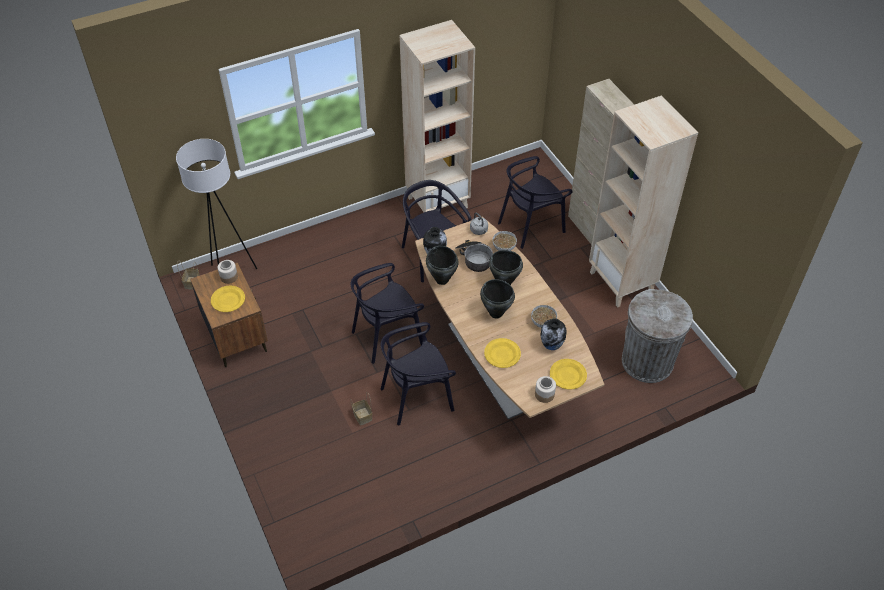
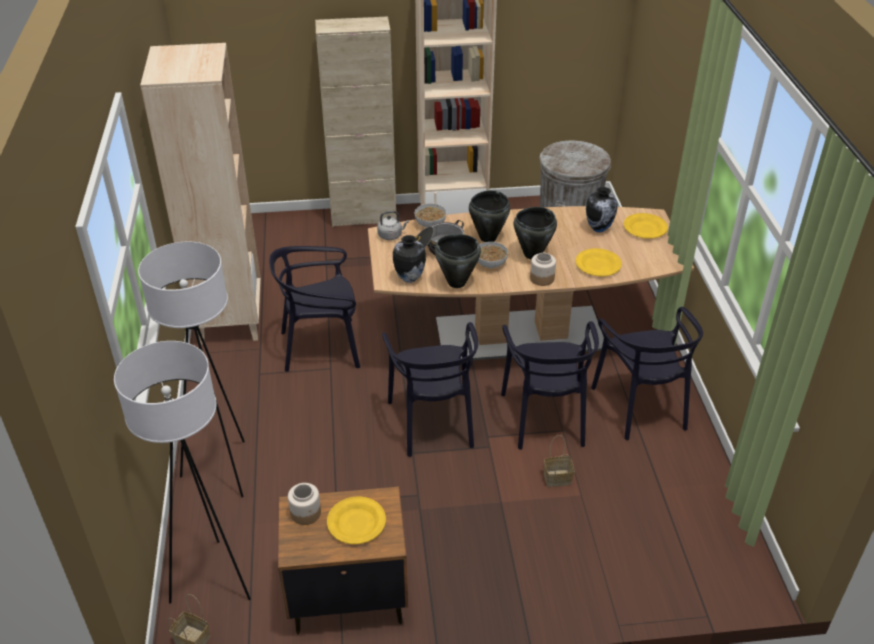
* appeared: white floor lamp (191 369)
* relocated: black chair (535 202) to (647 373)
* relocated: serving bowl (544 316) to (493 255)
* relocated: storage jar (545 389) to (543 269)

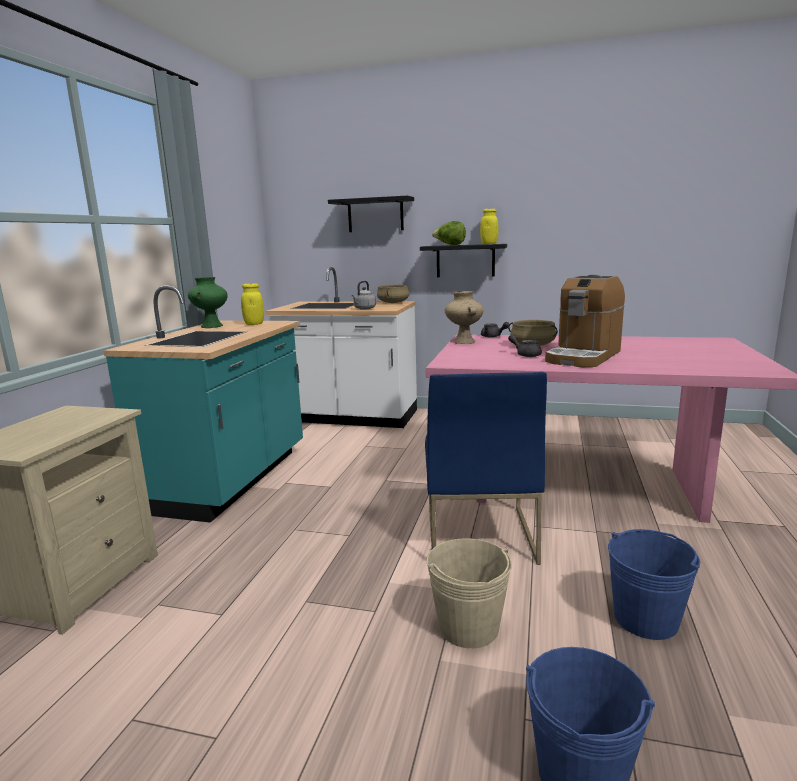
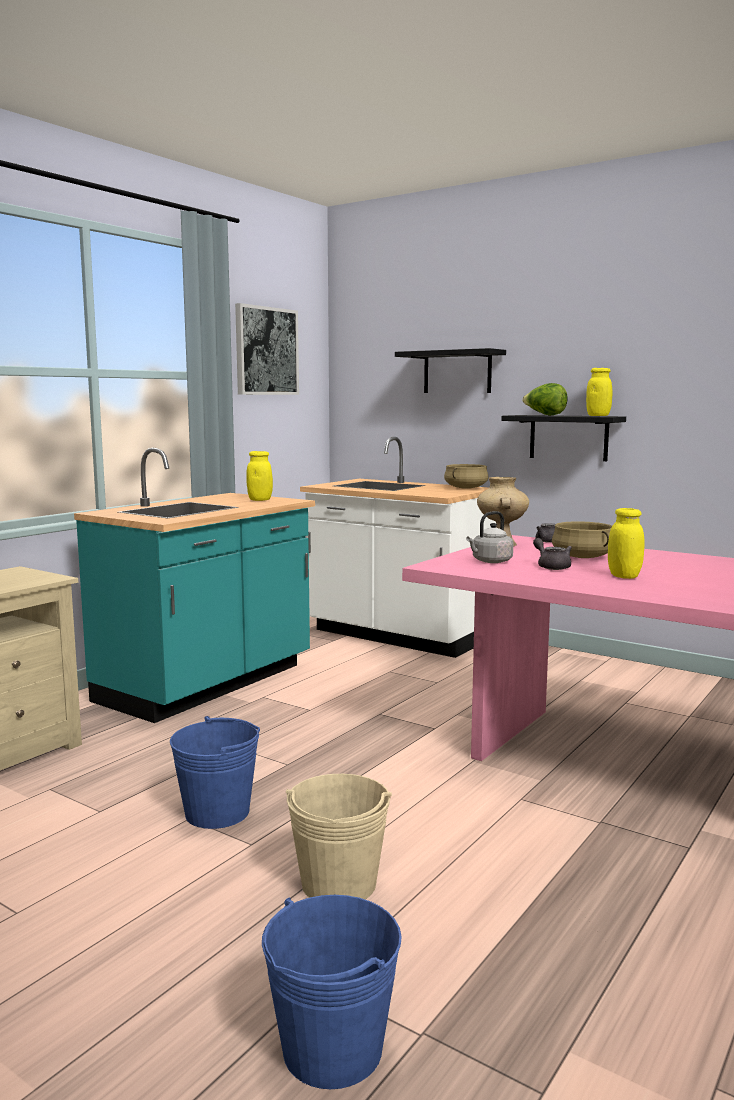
* missing: green-coloured flower vase (208 302)
* missing: bluish chair (486 468)
* appeared: picture (267 349)
* relocated: greyish tea kettle (363 295) to (489 537)
* relocated: bluish bucket (654 584) to (215 772)
* exchanged: coffee brewer (585 320) to yellowish storage jar (626 543)

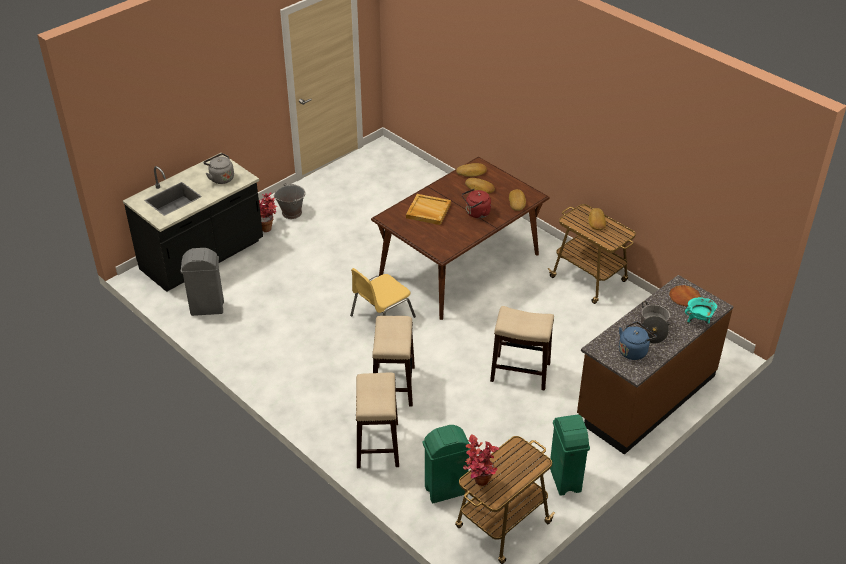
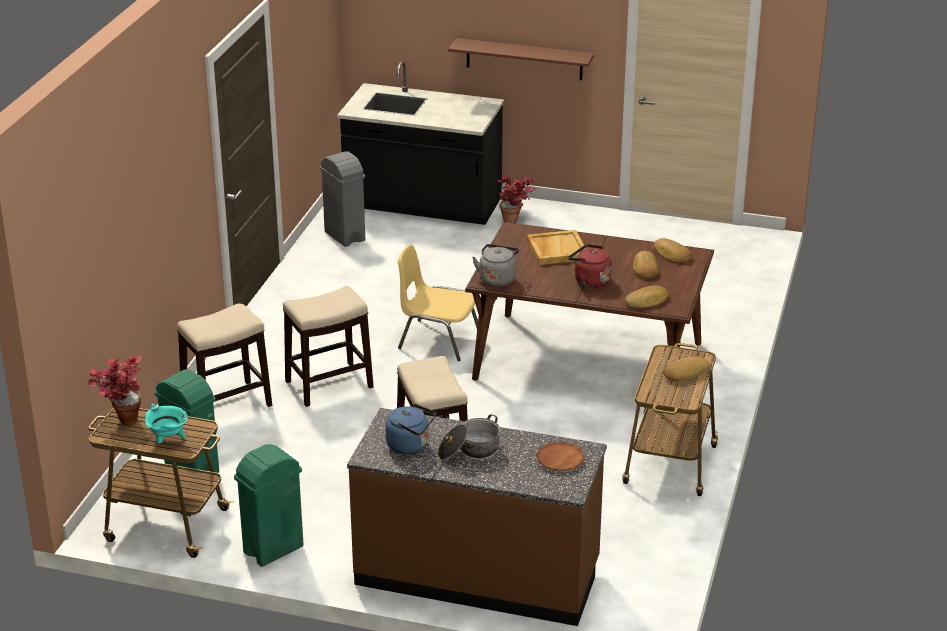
* missing: greyish bucket (290 201)
* appeared: brown-coloured wall shelf (521 59)
* relocated: greyish tea kettle (218 168) to (495 265)
* relocated: turquoise saucepot (701 310) to (166 423)

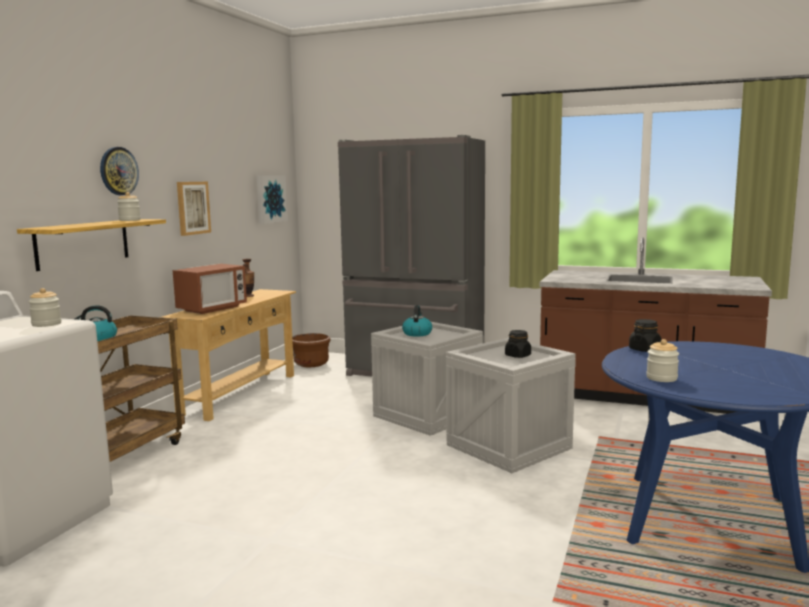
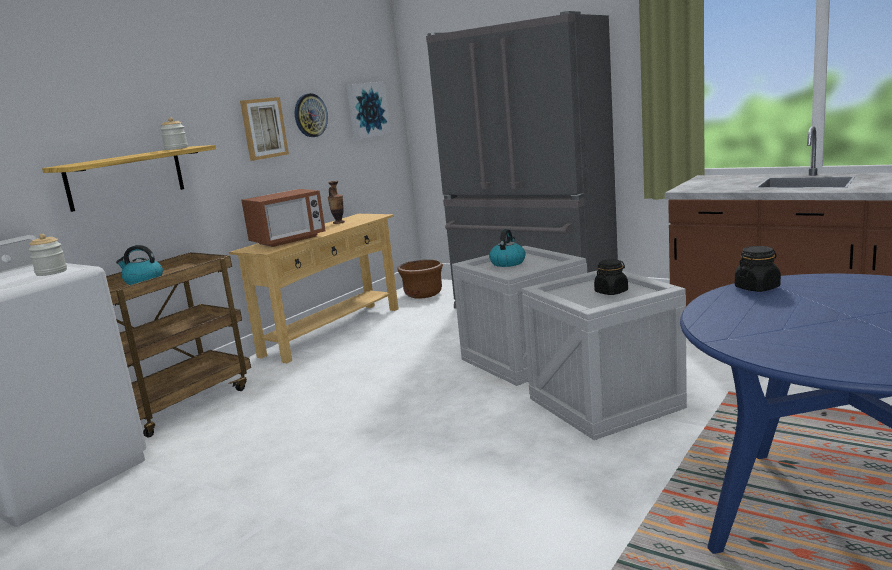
* missing: storage jar (662 360)
* relocated: wall clock (119 171) to (311 115)

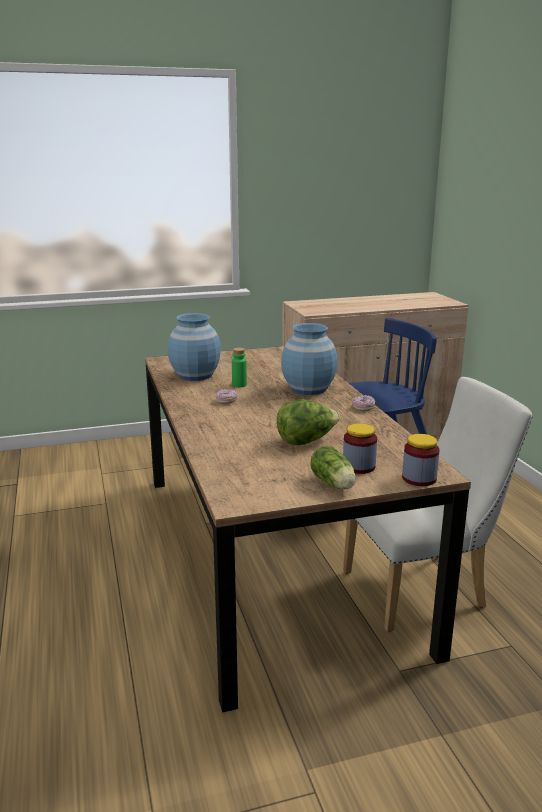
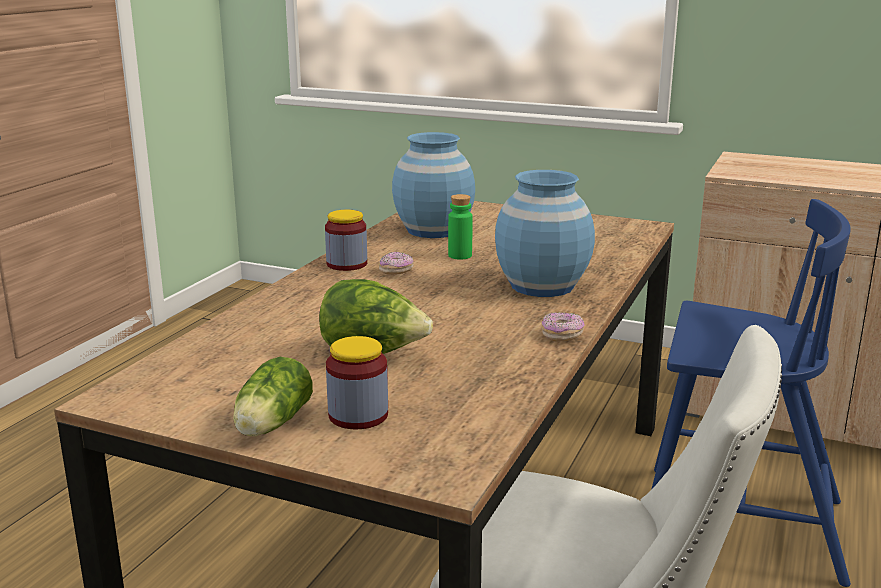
* relocated: storage jar (420 460) to (346 240)

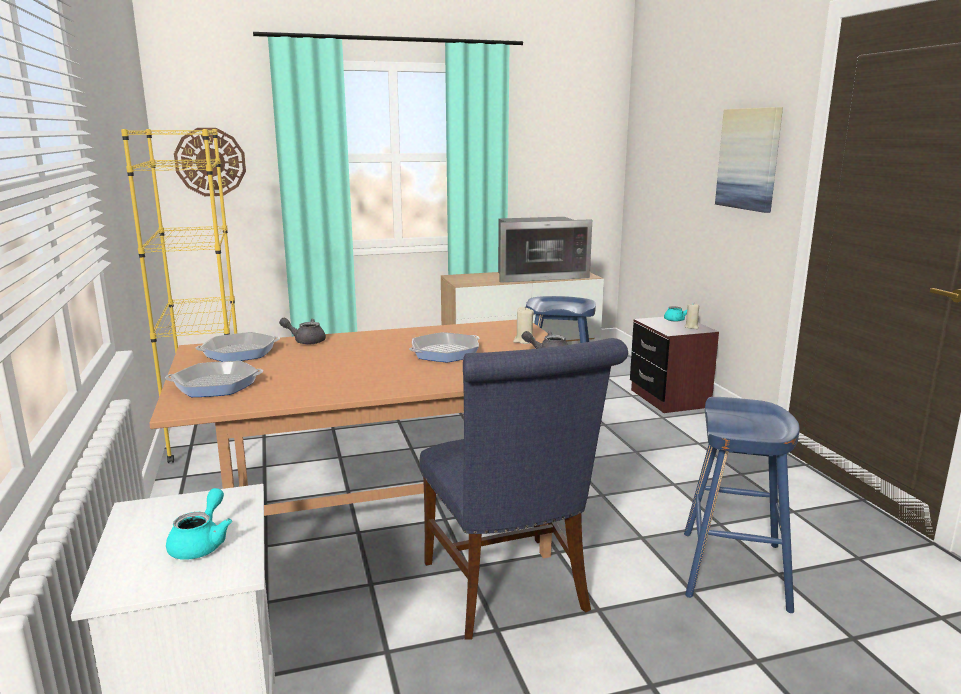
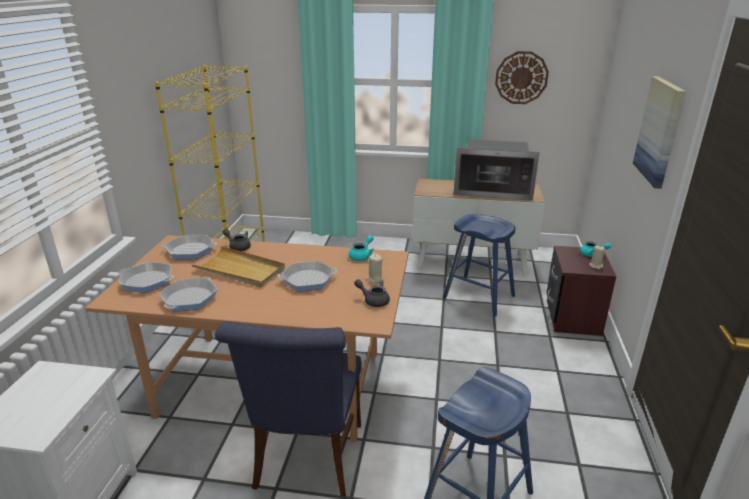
* appeared: pan (188 294)
* appeared: beige carrying tray (238 266)
* relocated: turquoise tea pot (199 524) to (361 248)
* relocated: wall clock (210 162) to (522 77)

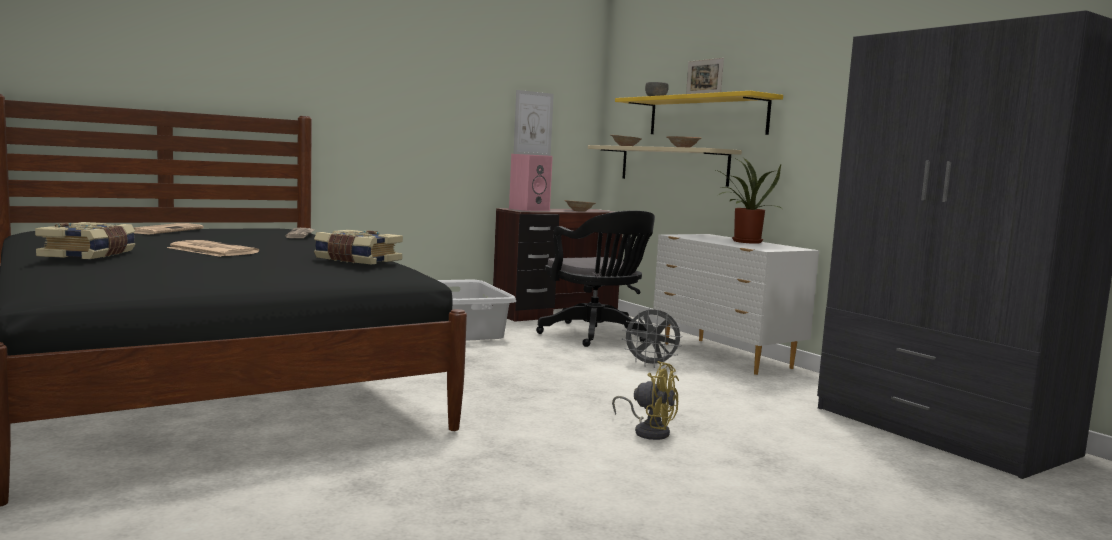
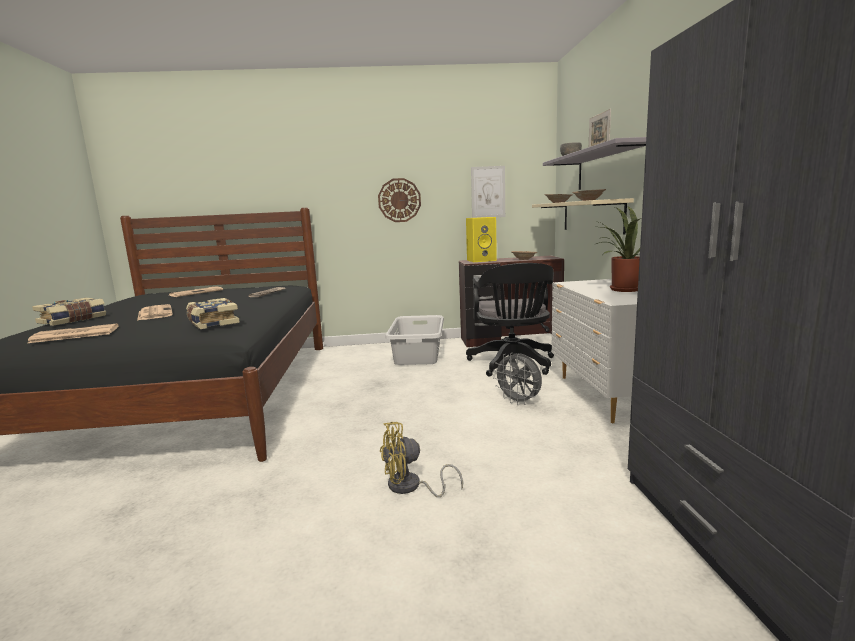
* appeared: printed paper (73 333)
* appeared: wall clock (399 200)
* colour: pink-coloured speaker (531 182) to yellowish speaker (481 239)
* colour: yellowish wall shelf (699 113) to greyish wall shelf (594 163)
* spun: yellowish electric fan (645 400) = (421 459) 105 degrees clockwise

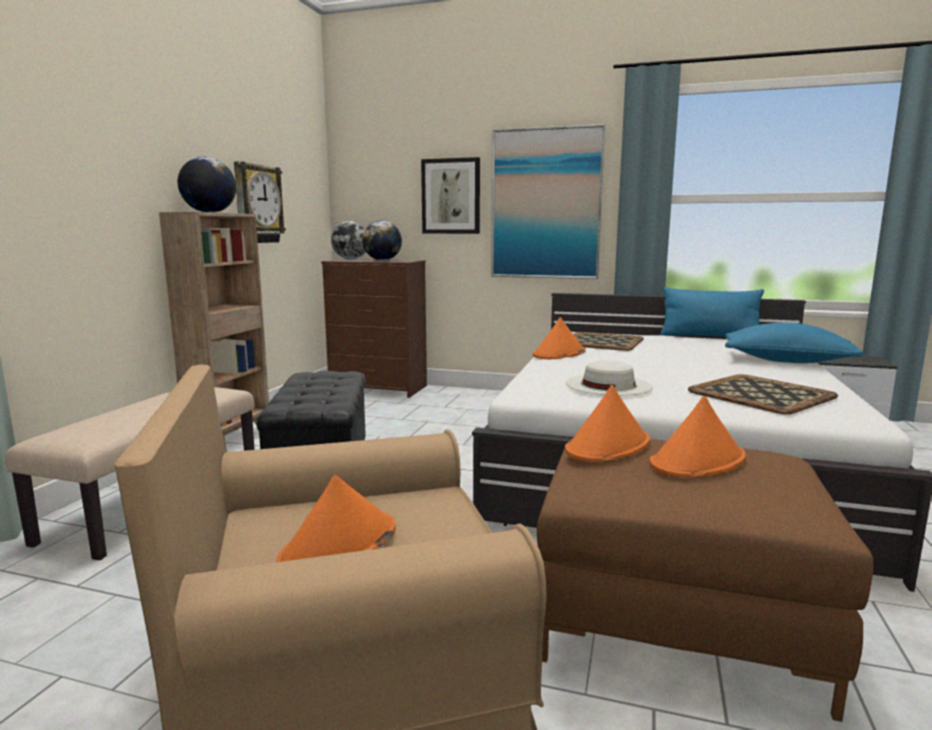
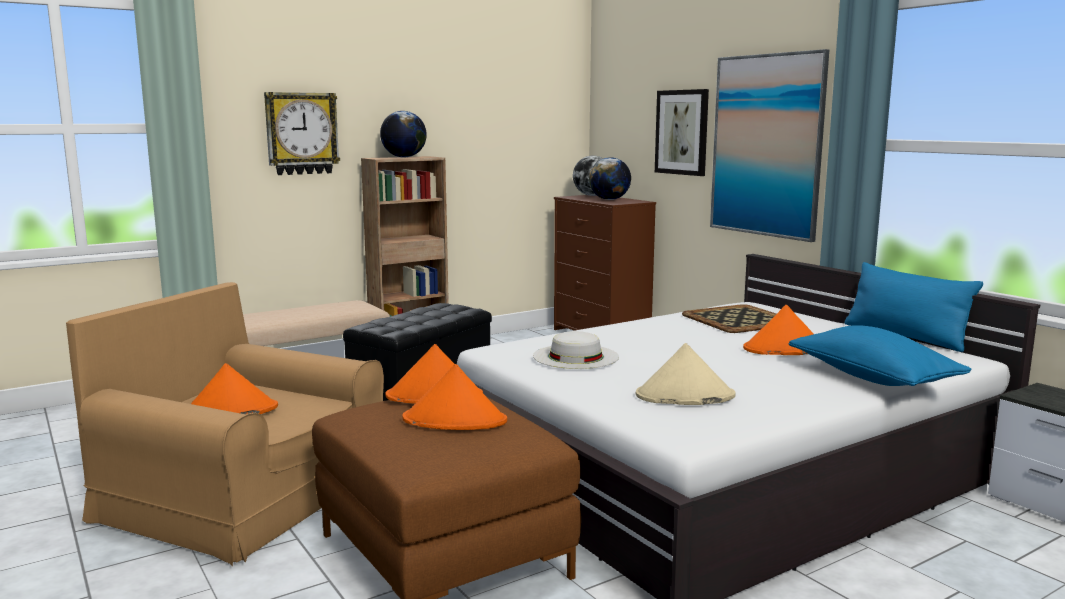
* relocated: wall clock (260 202) to (302 133)
* relocated: orange wearable hat (559 338) to (778 330)
* exchanged: carrying tray (763 394) to beige wearable hat (686 374)

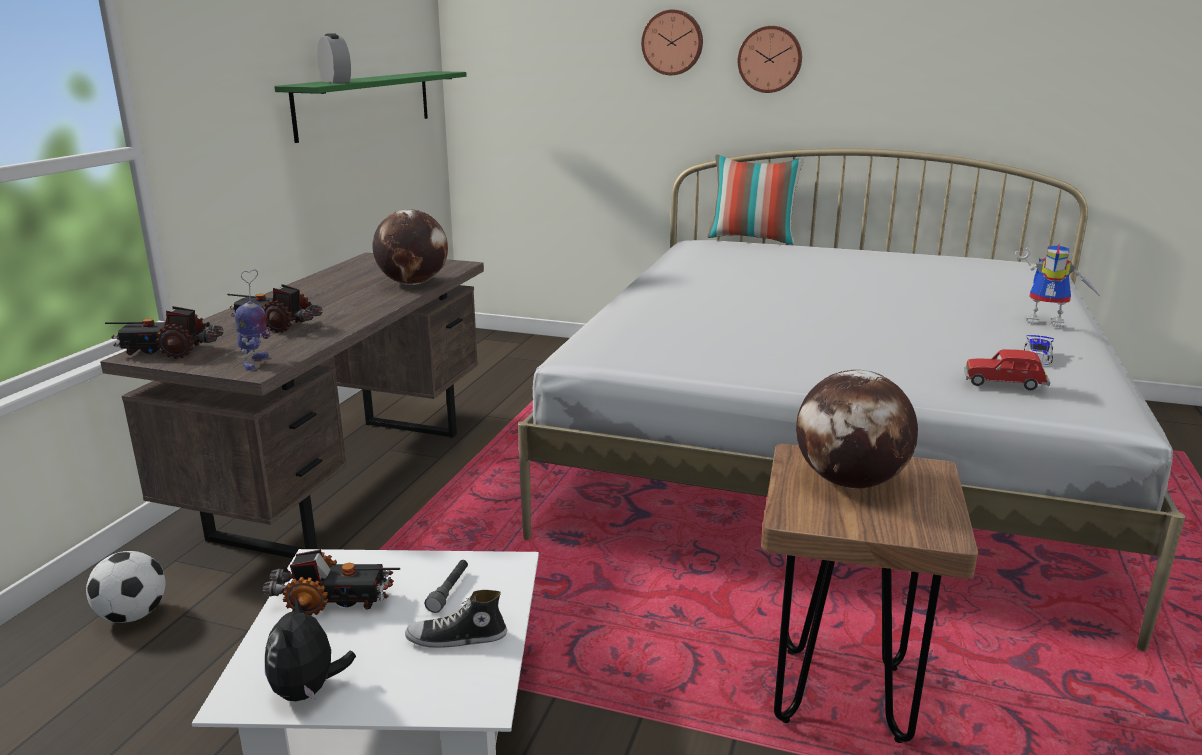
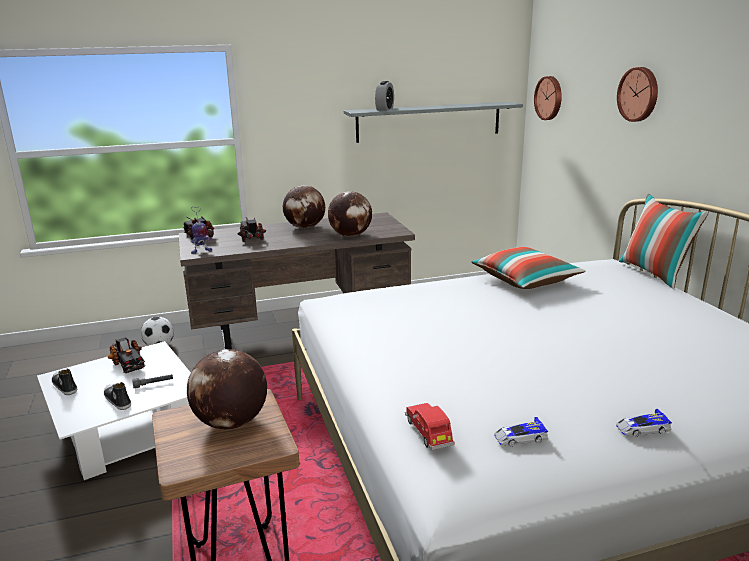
* appeared: globe (304 207)
* appeared: pillow (528 268)
* relocated: wall clock (770 59) to (548 98)
* exchanged: cuddly toy (310 648) to item of footwear (64 382)
* exchanged: model robot (1058 286) to miniature car (644 423)
* colour: green-coloured wall shelf (370 107) to greyish wall shelf (433 122)

